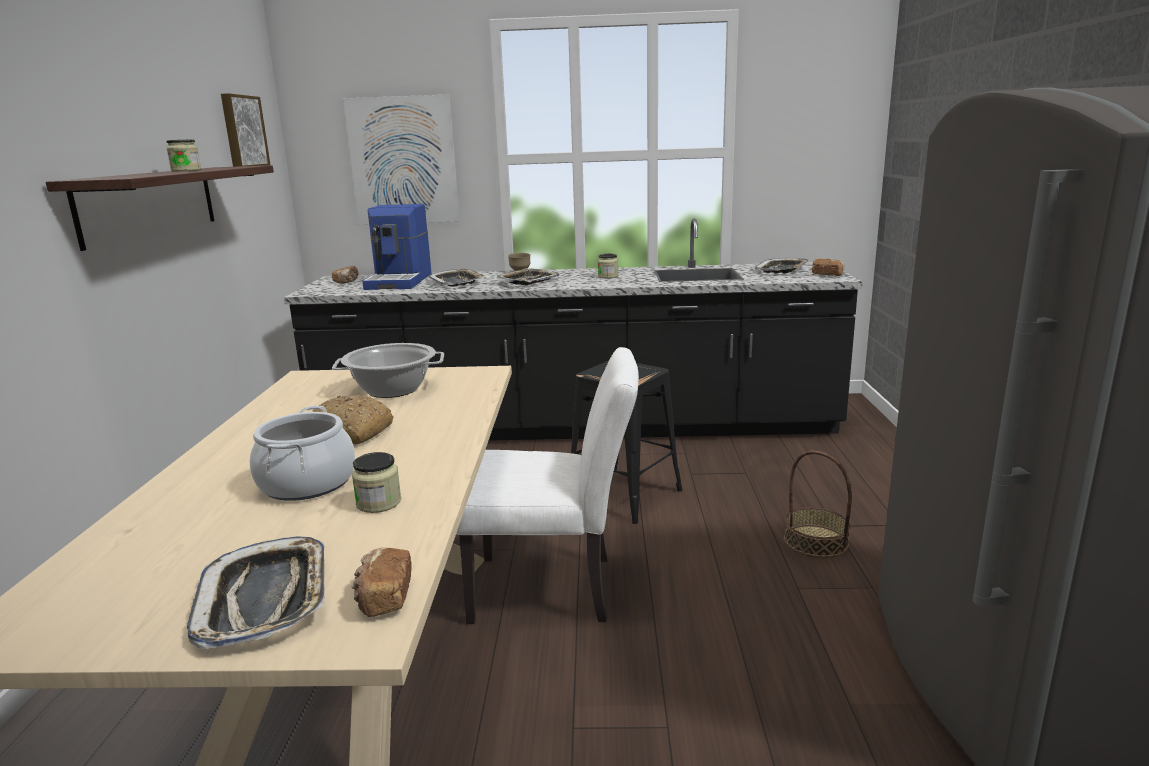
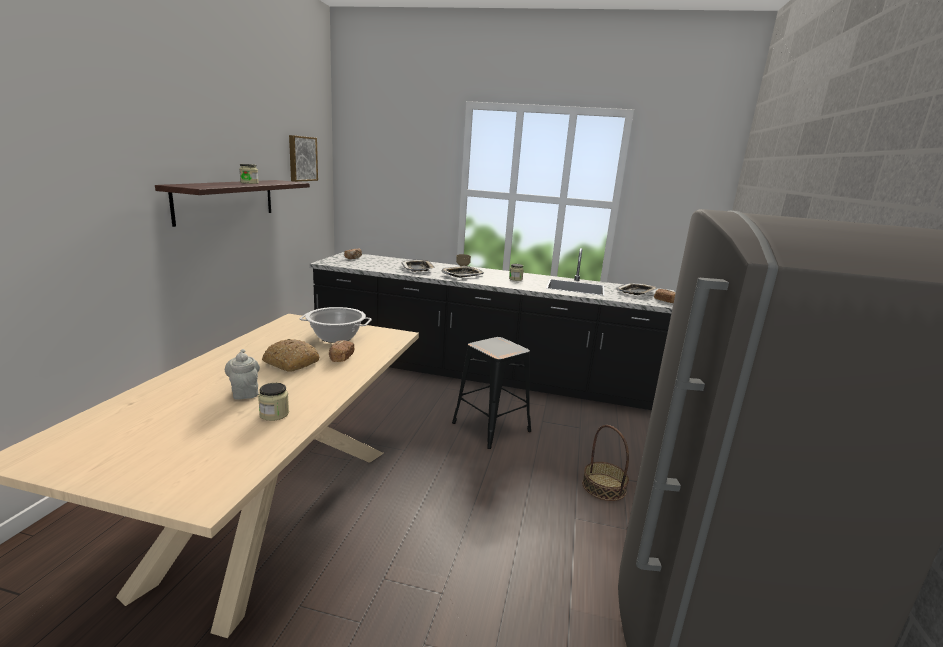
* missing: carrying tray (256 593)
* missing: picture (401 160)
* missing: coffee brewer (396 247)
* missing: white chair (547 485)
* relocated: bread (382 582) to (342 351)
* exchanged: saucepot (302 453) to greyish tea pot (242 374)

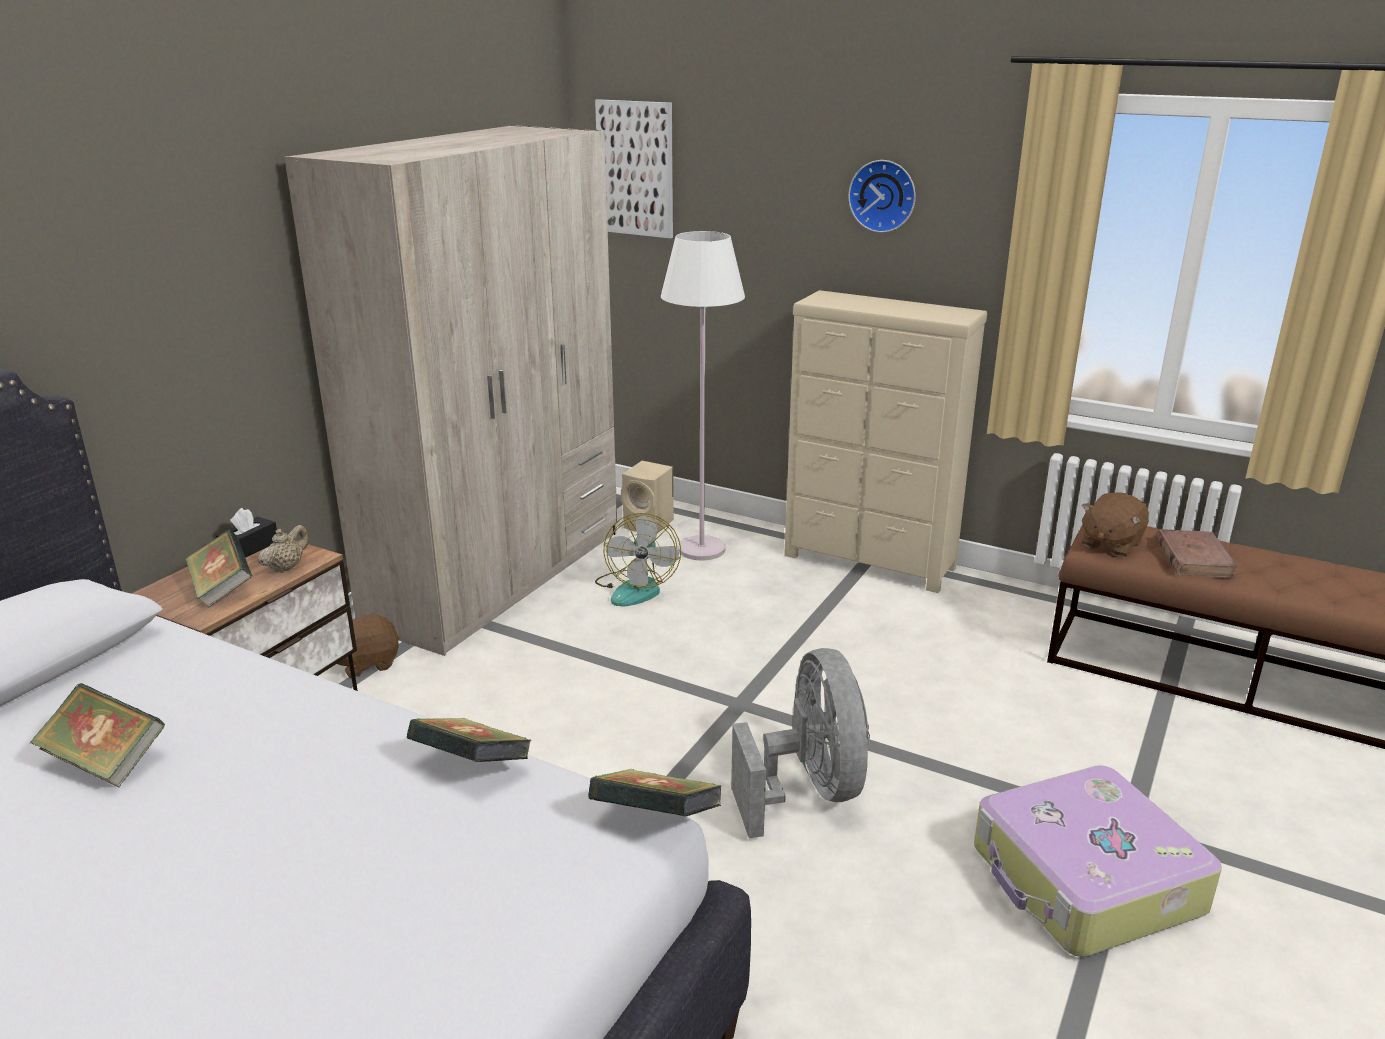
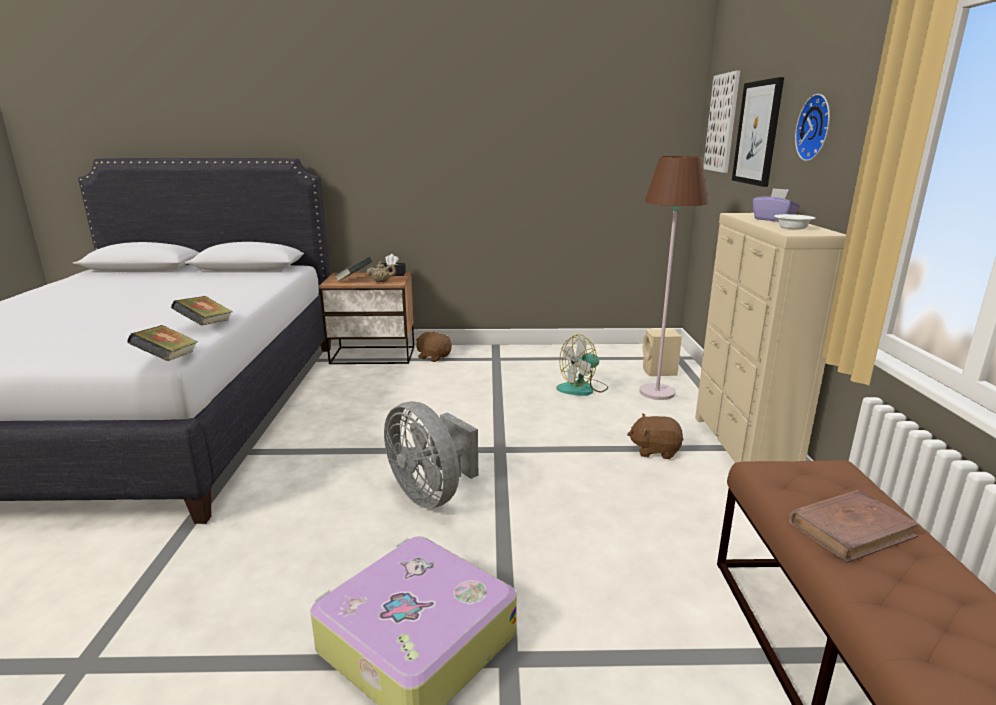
* missing: volume (97 735)
* missing: beige wardrobe (450 390)
* appeared: picture (758 132)
* appeared: purple tissue holder (776 205)
* appeared: white serving bowl (794 221)
* relocated: brown-coloured cuddly toy (1115 524) to (655 436)
* colour: white floor lamp (703 395) to brown-coloured floor lamp (674 278)
* spun: greyish electric fan (800 743) = (431 455) 90 degrees clockwise

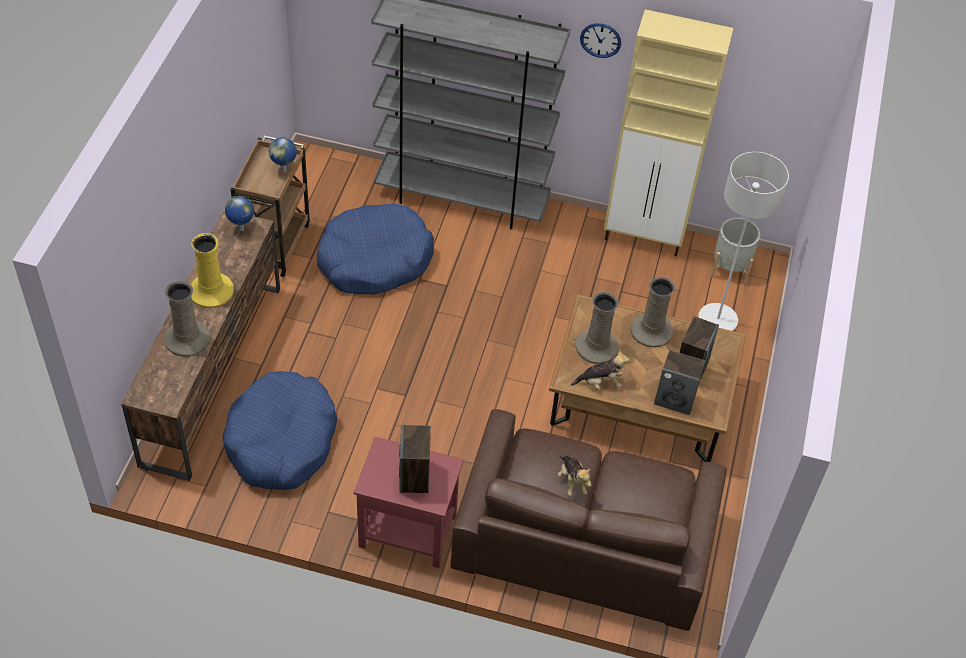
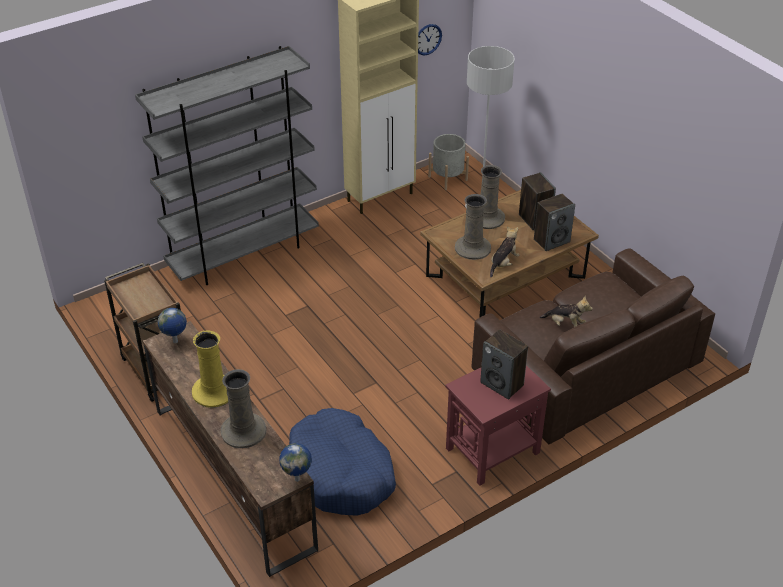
* missing: bluish dog cushion (375 248)
* relocated: globe (283 154) to (295 462)
* relocated: wall clock (600 40) to (430 40)

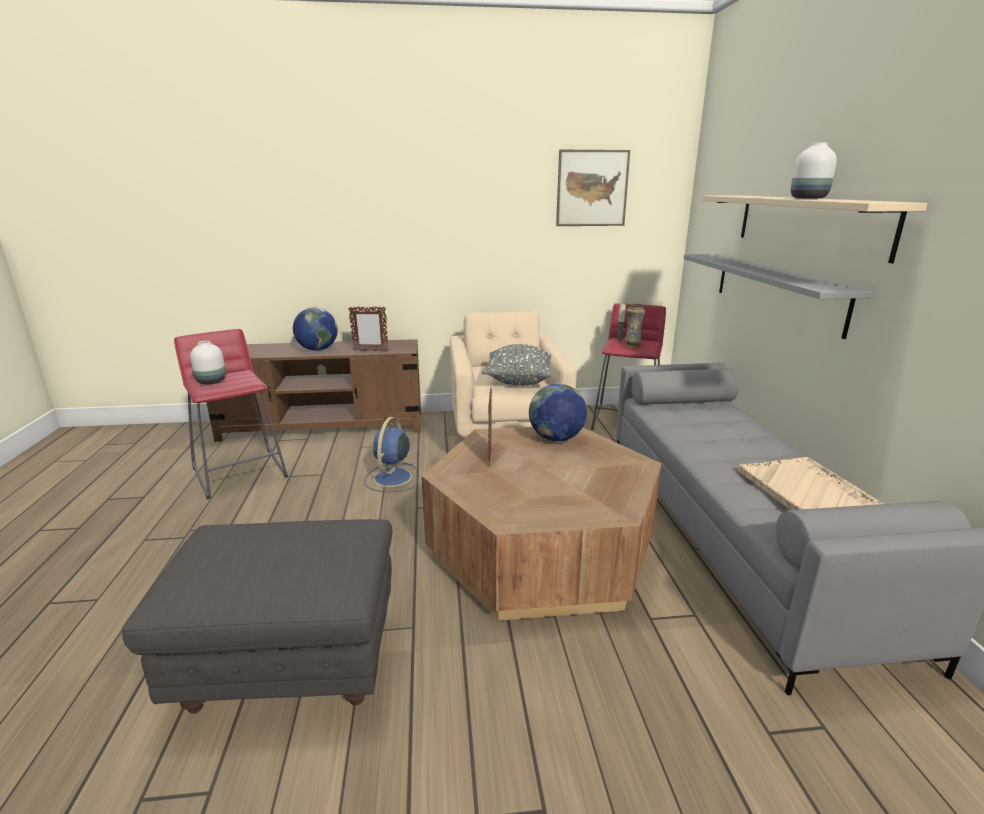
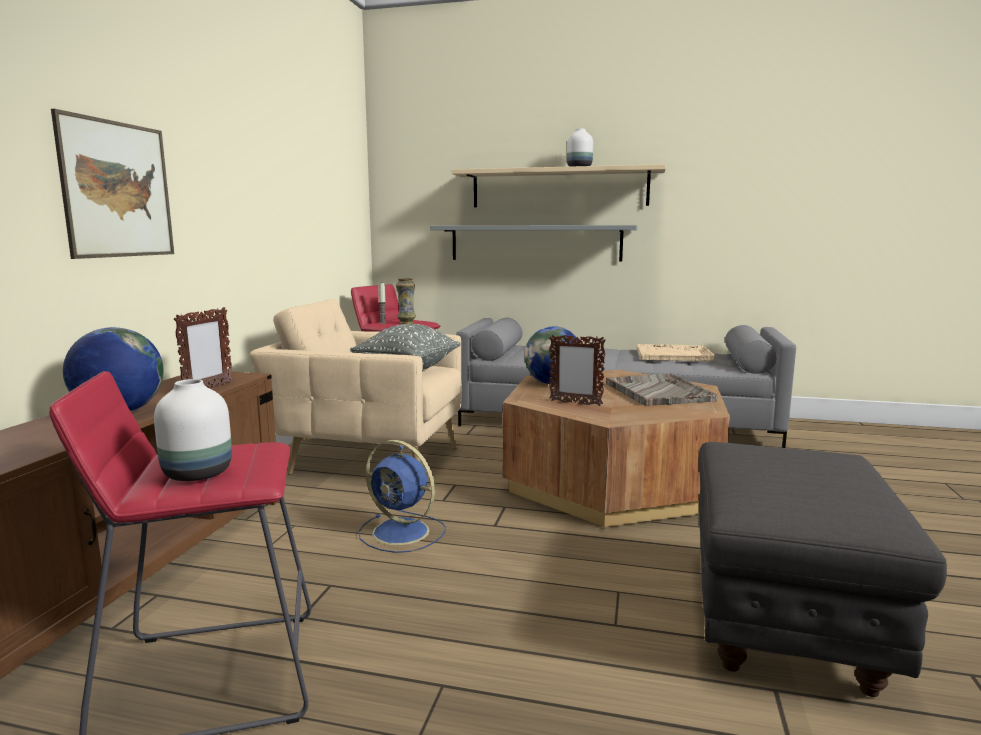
* appeared: greyish carrying tray (662 389)
* relocated: picture (593 188) to (112 184)

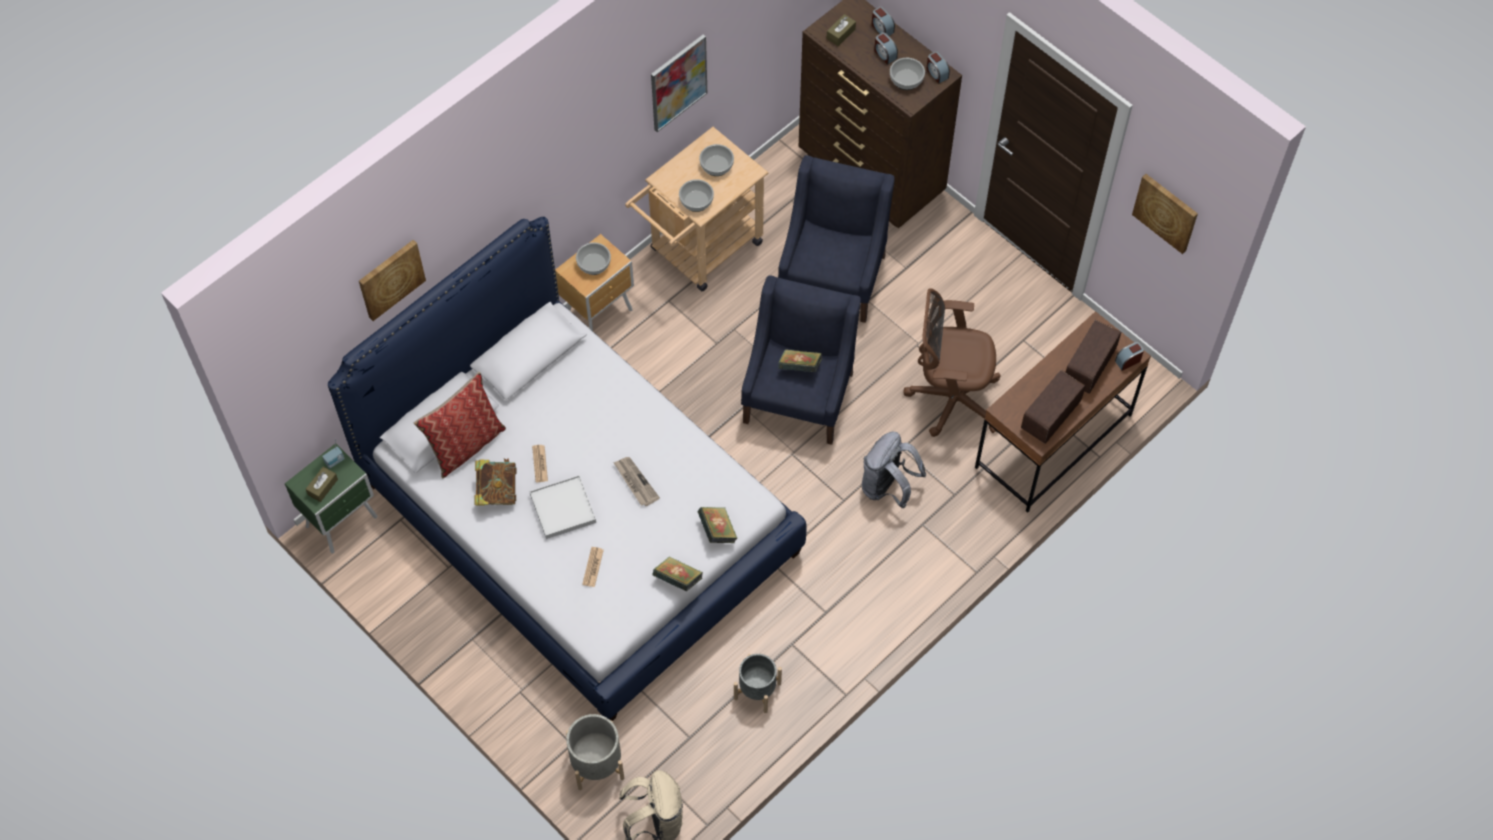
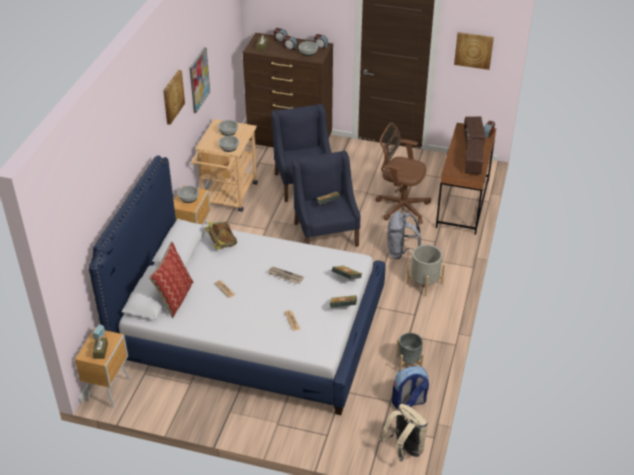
* missing: white carrying tray (563 507)
* appeared: backpack (410 387)
* relocated: picture (392 280) to (174 97)
* relocated: volume (495 482) to (221 235)
* relocated: greyish plant pot (595 752) to (425 271)
* colour: green-coloured bedside table (331 498) to brown-coloured bedside table (102 367)
* spun: brown-coloured desk chair (952 362) = (403 173) 45 degrees clockwise

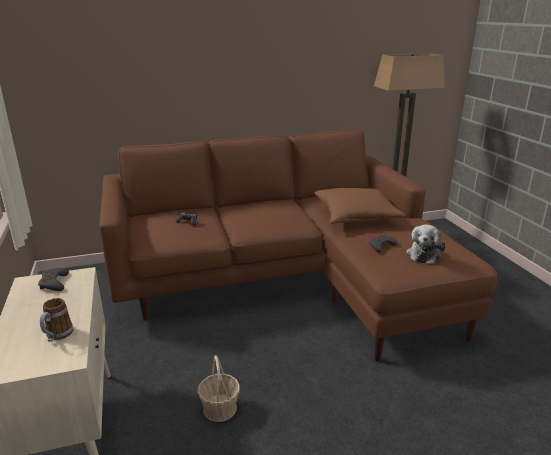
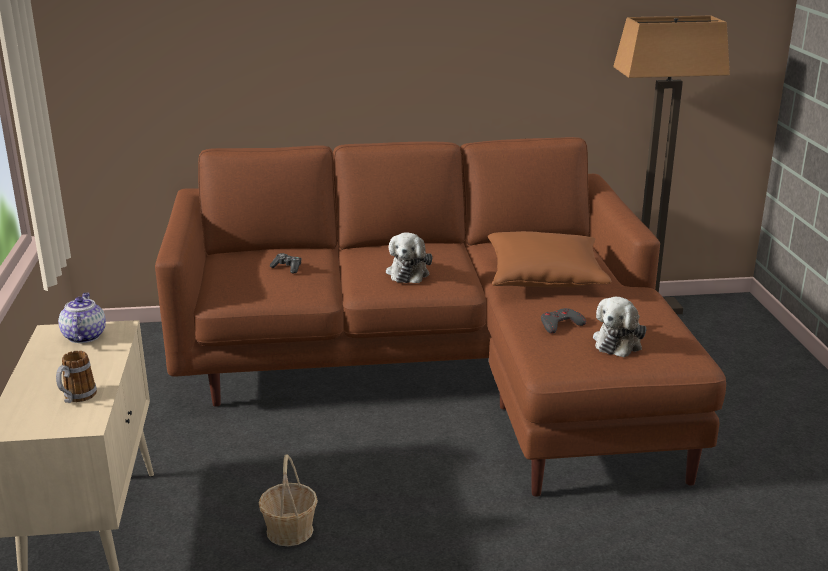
* appeared: cuddly toy (409 257)
* exchanged: greyish joypad (53 279) to tea pot (82 318)

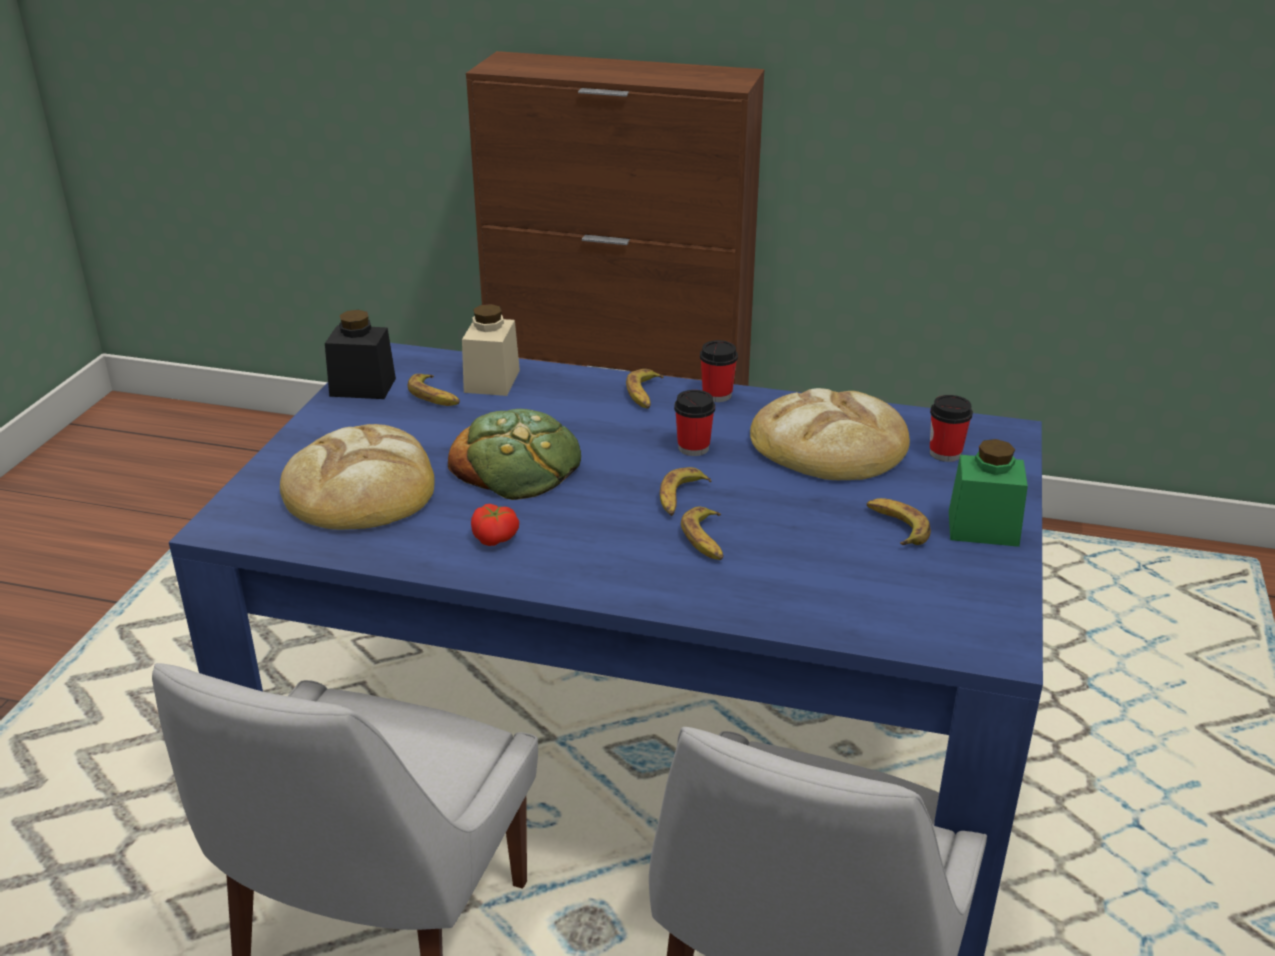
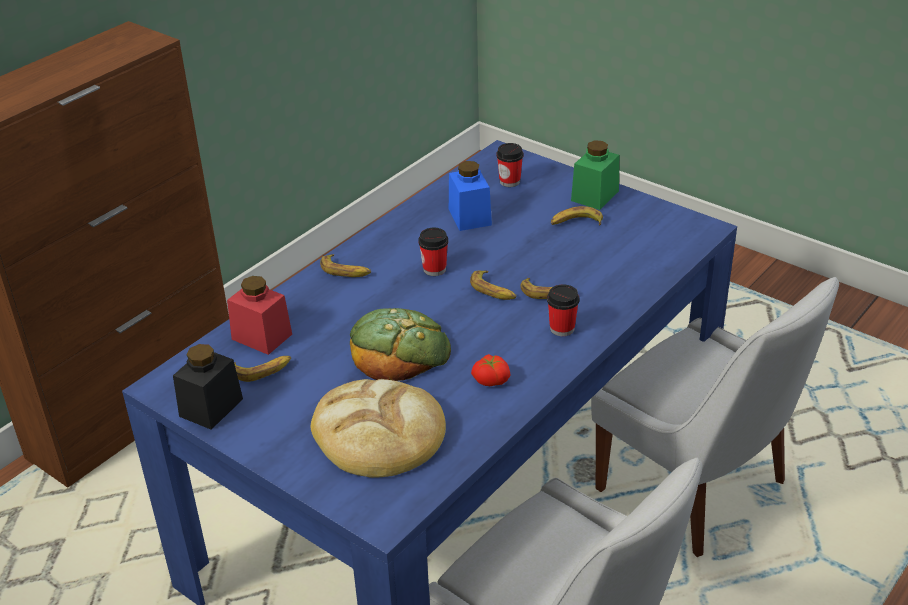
* relocated: small cup (719 371) to (563 310)
* exchanged: bread (830 434) to bluish storage jar (470 196)
* colour: beige storage jar (491 350) to red-coloured storage jar (259 315)

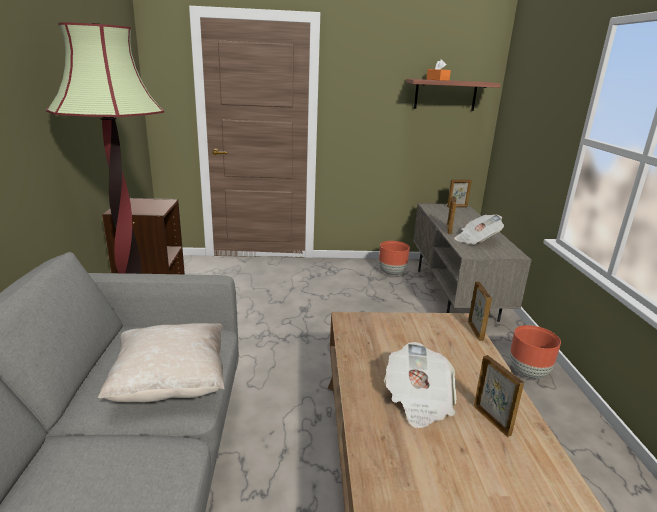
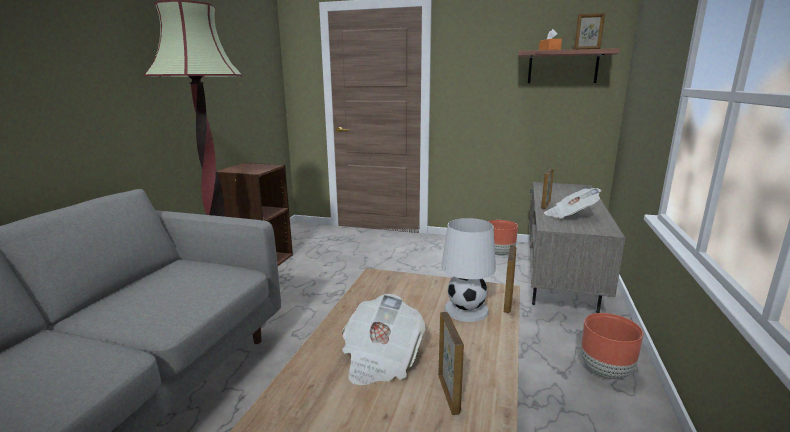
* missing: beige pillow (161 363)
* appeared: white lamp for a table (468 270)
* relocated: picture frame (459 193) to (589 31)

